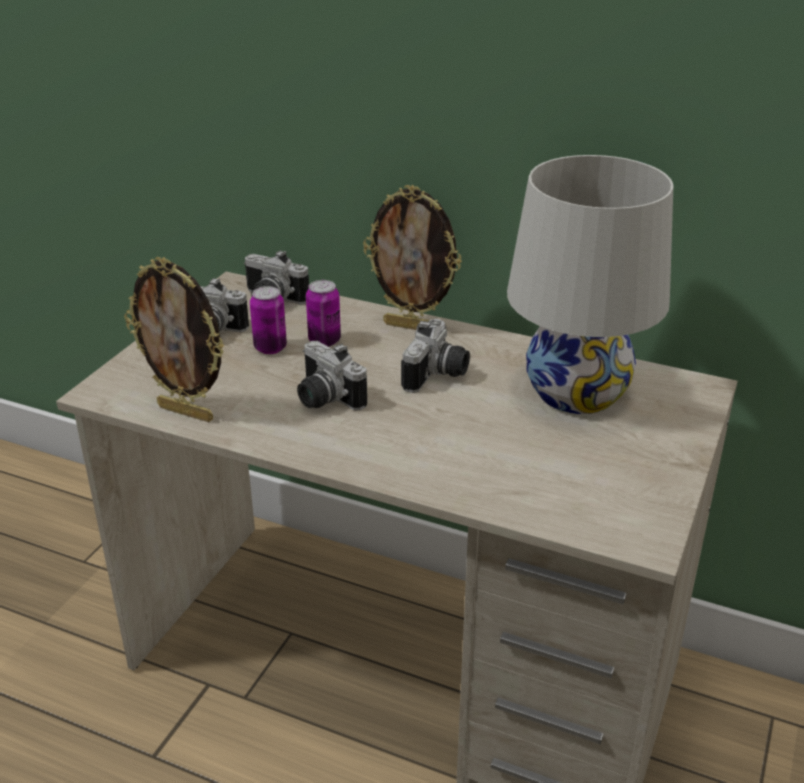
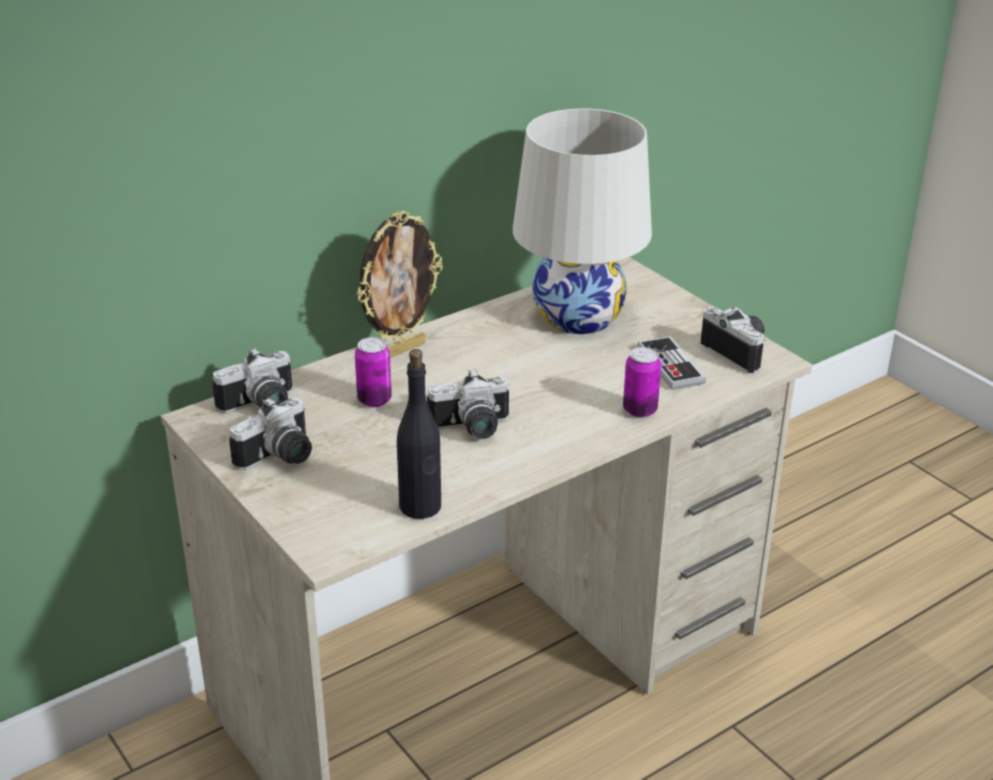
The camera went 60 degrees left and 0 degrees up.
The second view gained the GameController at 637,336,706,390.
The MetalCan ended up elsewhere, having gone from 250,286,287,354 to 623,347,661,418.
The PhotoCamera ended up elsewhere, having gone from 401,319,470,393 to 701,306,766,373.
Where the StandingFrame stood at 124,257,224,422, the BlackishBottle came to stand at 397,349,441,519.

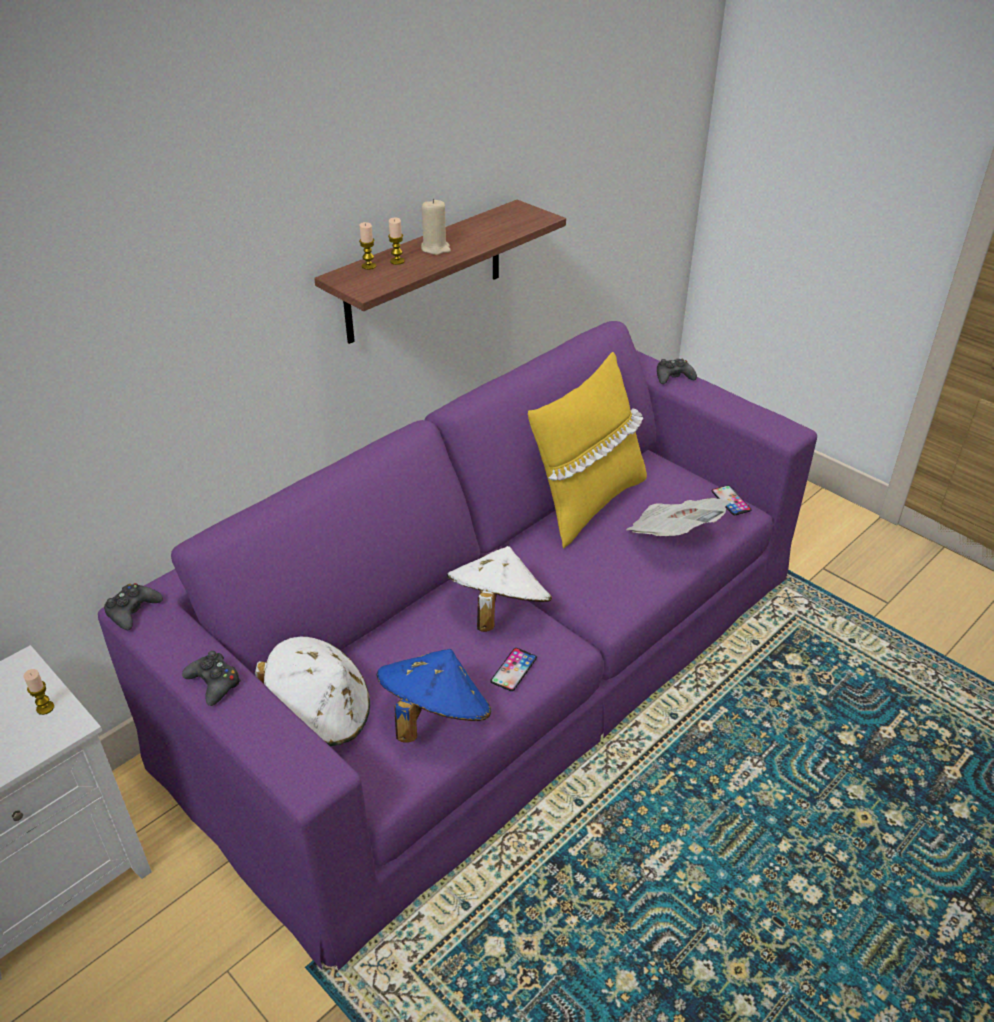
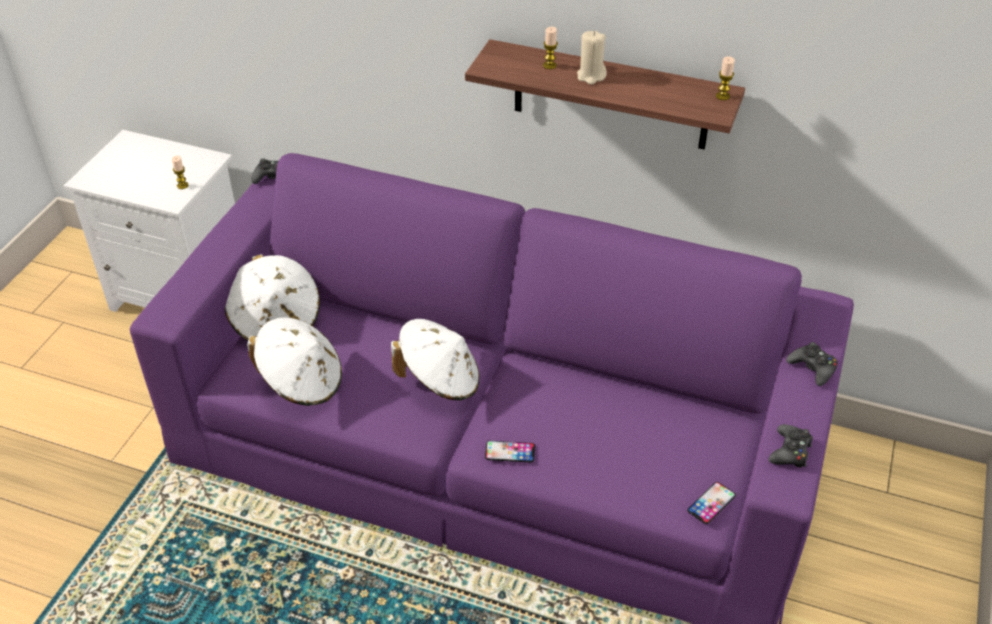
The camera went 65 degrees right and 5 degrees up.
The second view lost the YellowThrowPillow at 528,352,647,549.
The second view lost the PrintedPaper at 626,498,731,536.
The BlackishGameController ended up elsewhere, having gone from 182,651,241,706 to 768,424,813,467.
The WaxLight ended up elsewhere, having gone from 359,222,376,270 to 716,56,735,100.
The Telephone ended up elsewhere, having gone from 490,648,537,691 to 485,440,535,463.
What was the BlueClothingHat at 376,649,491,743 turned into the WhiteClothingHat at 247,317,342,406.

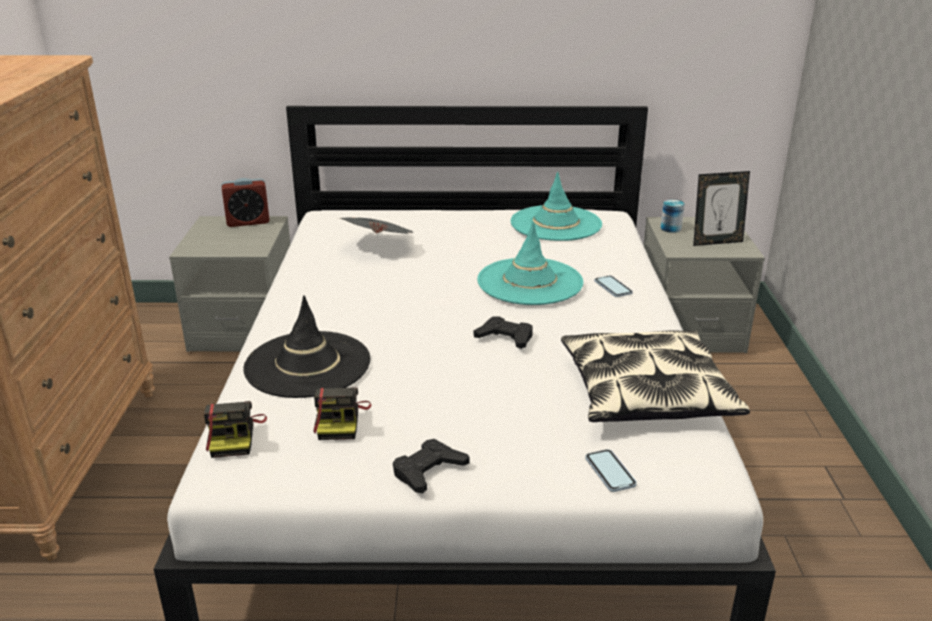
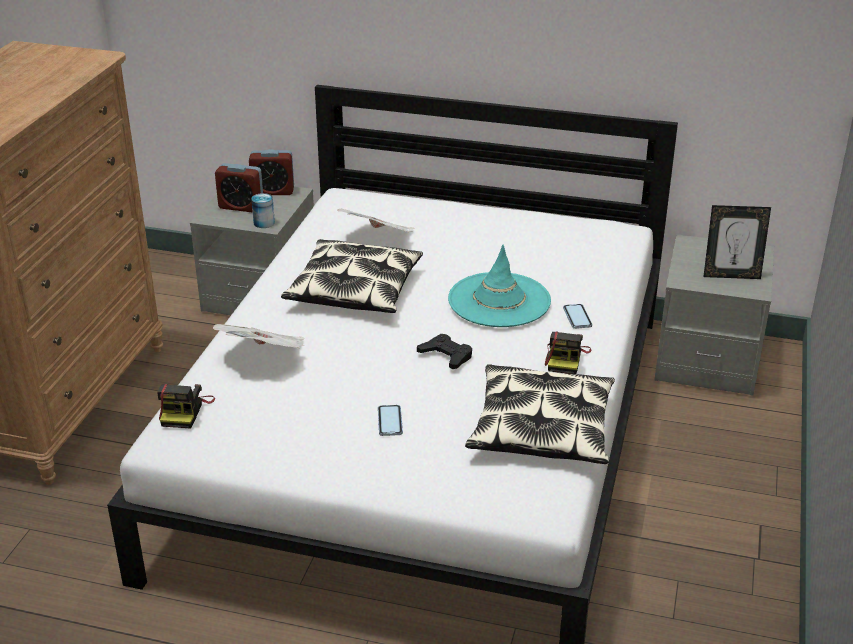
The camera went 15 degrees right and 5 degrees up.
The second view lost the BlackishGameController at 393,439,469,493.
The second view lost the TurquoiseColouredClothingHat at 511,172,602,241.
The second view gained the TableClock at 215,163,263,213.
The second view gained the ThrowPillow at 281,239,423,313.
The PhotoCamera ended up elsewhere, having gone from 313,387,371,440 to 545,331,591,374.
The Telephone ended up elsewhere, having gone from 585,449,637,492 to 378,405,403,436.
The MetalCan ended up elsewhere, having gone from 660,199,685,233 to 251,193,275,228.
Where the BlackishClothingHat stood at 243,296,370,398, the PrintedPaper came to stand at 213,324,304,348.

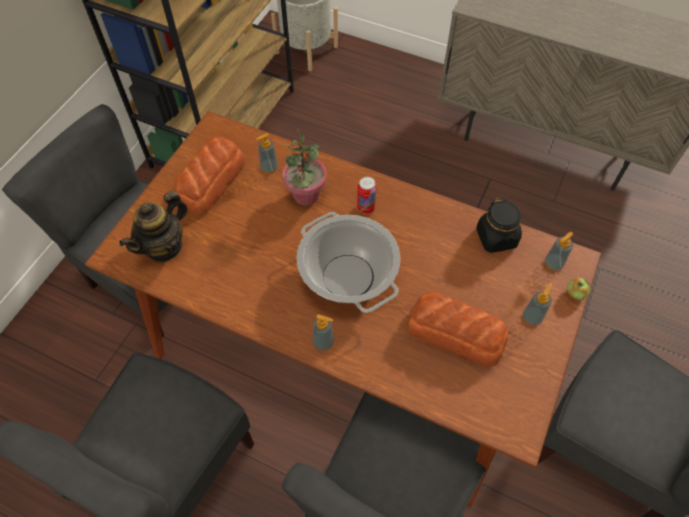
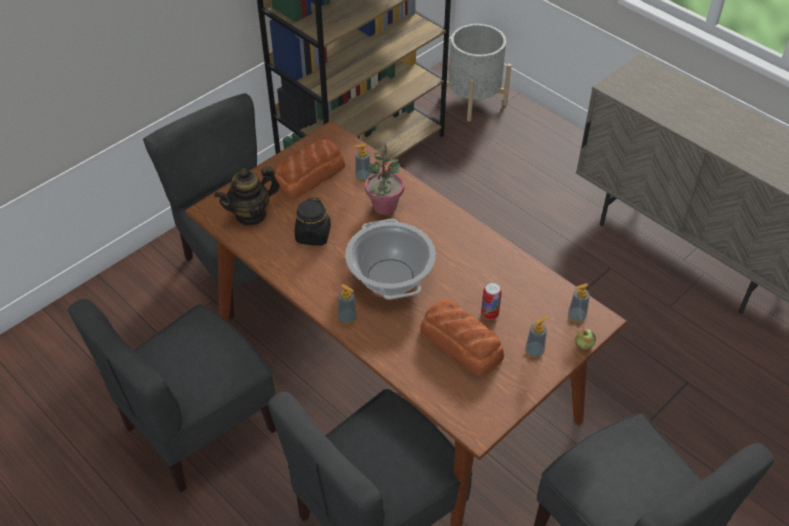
The camera went 20 degrees right and 10 degrees down.
The MetalCan ended up elsewhere, having gone from 357,176,377,214 to 481,282,502,320.
The BlackishPreserveJar ended up elsewhere, having gone from 476,198,522,253 to 295,197,331,246.

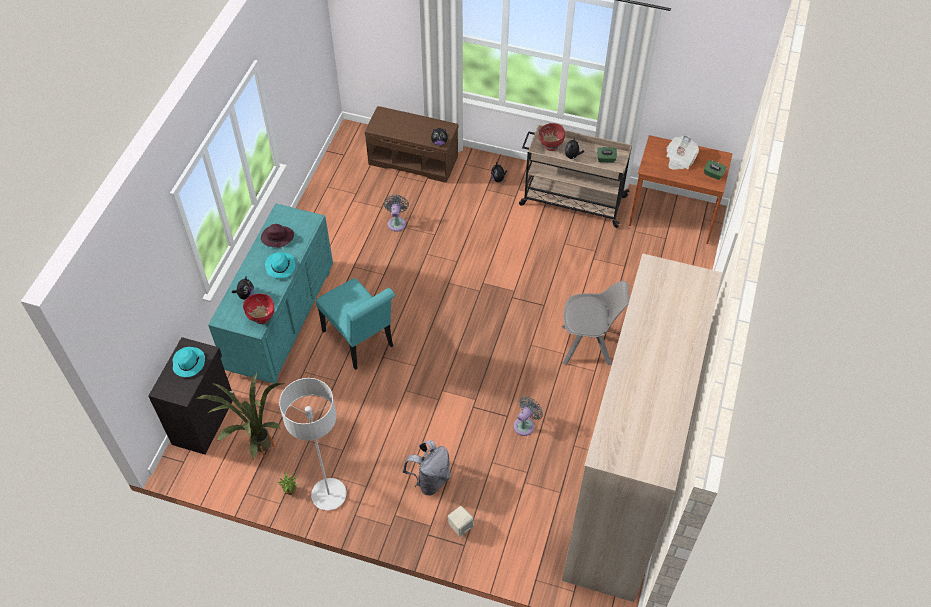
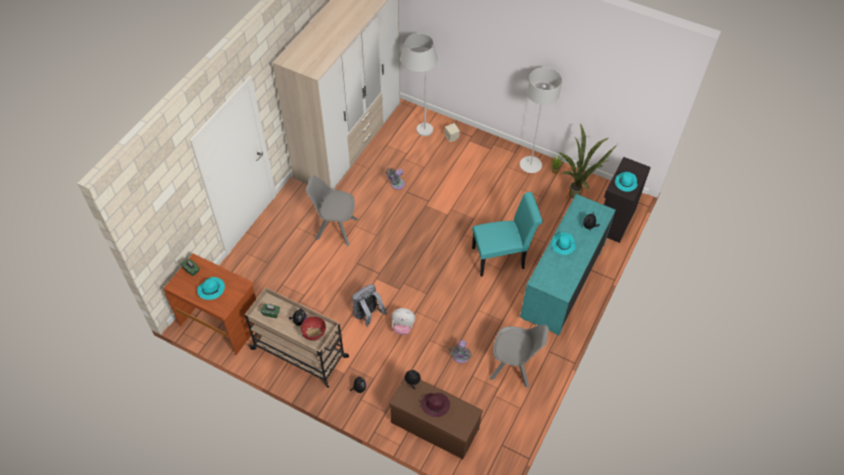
The camera went 170 degrees left and 0 degrees up.
The second view lost the RedColouredBowl at 243,294,274,324.
The second view gained the CuddlyToy at 391,308,415,335.
The second view gained the WhiteStandingLamp at 401,33,438,136.
The second view gained the GrayUprightChair at 489,325,549,388.
The PurpleClothingHat ended up elsewhere, having gone from 261,224,294,248 to 421,393,450,417.
The GrayBackpack ended up elsewhere, having gone from 403,440,450,496 to 352,284,387,327.
Where the PrintedPaper stood at 666,135,699,170, the TurquoiseColouredClothingHat came to stand at 197,277,225,300.
The TurquoiseColouredUprightChair at 316,278,395,370 ended up facing another way, 105 degrees clockwise from before.

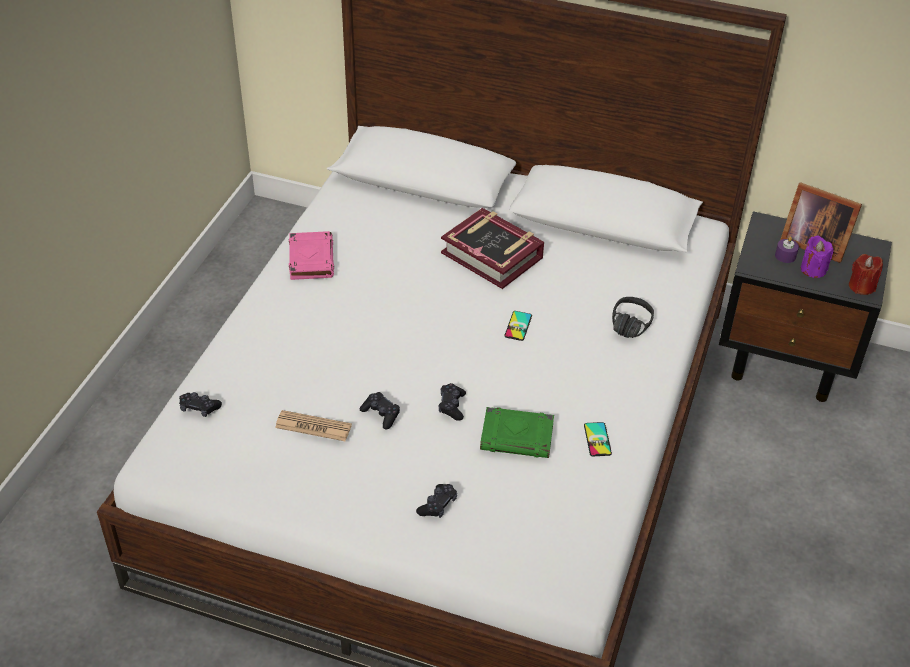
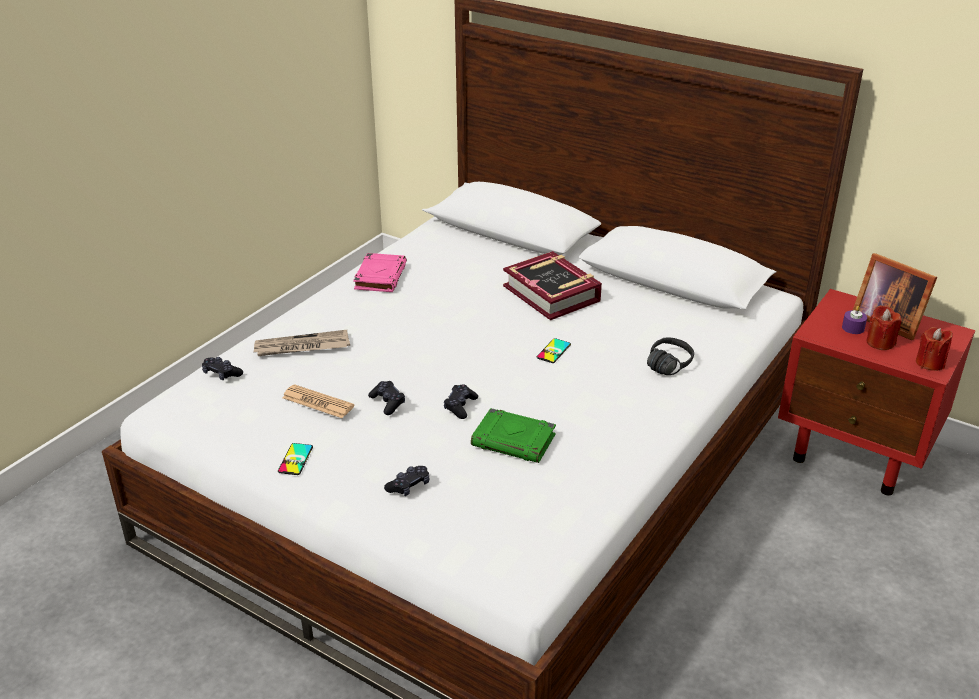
The camera went 15 degrees right and 10 degrees down.
The second view gained the PrintedPaper at 254,330,350,356.
The Telephone ended up elsewhere, having gone from 584,422,612,456 to 278,443,313,475.
What was the BlackishNightstand at 719,211,892,402 turned into the RedColouredNightstand at 778,289,975,495.
What was the PurpleWaxLight at 801,235,833,278 turned into the RedColouredWaxLight at 866,305,901,350.

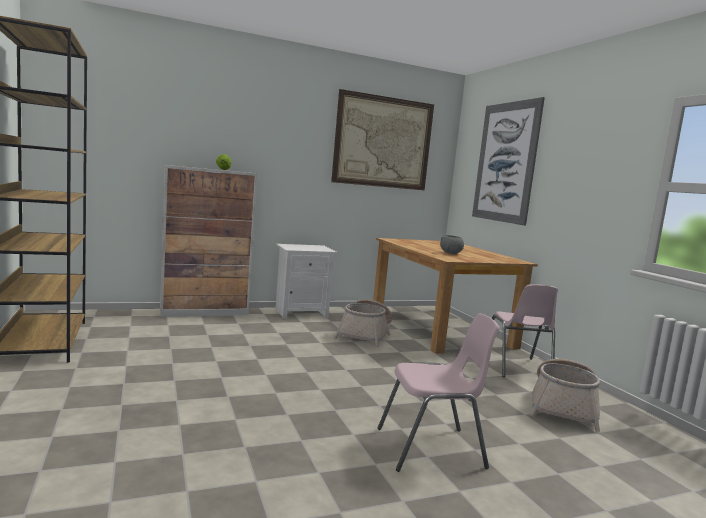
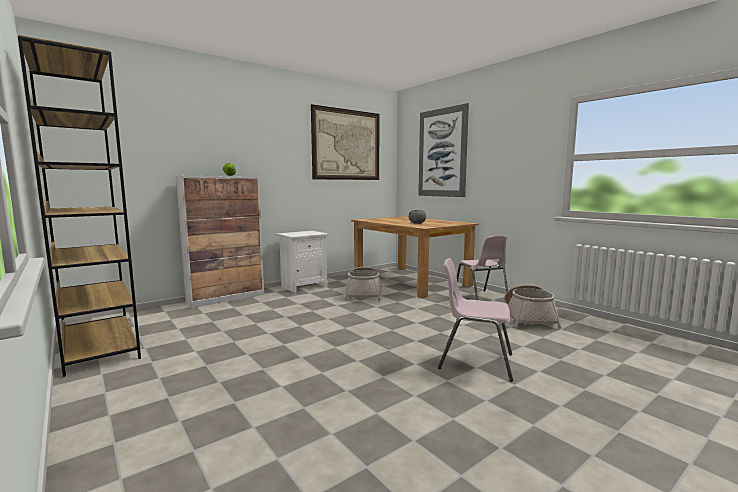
The camera went 15 degrees left and 0 degrees up.
The PinkishUprightChair at 378,314,500,472 ended up facing another way, 135 degrees counterclockwise from before.

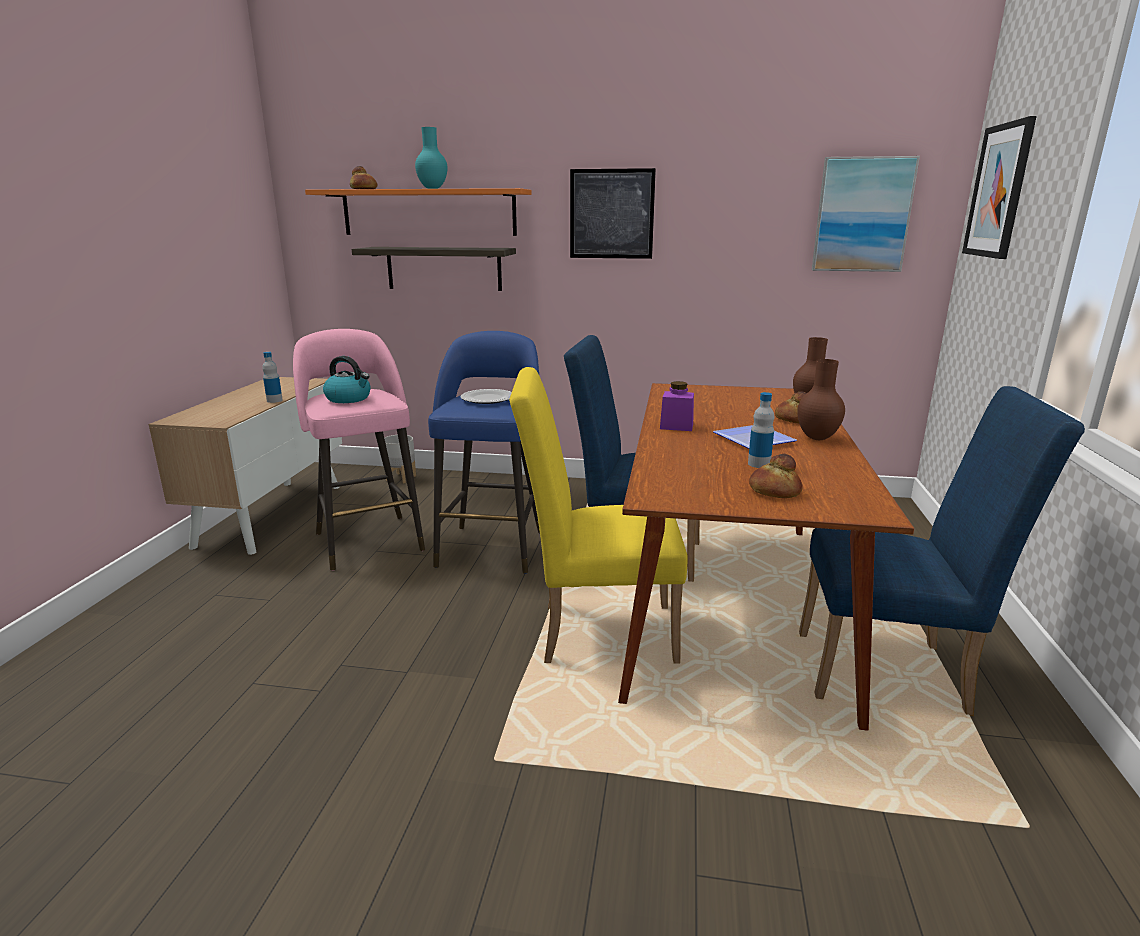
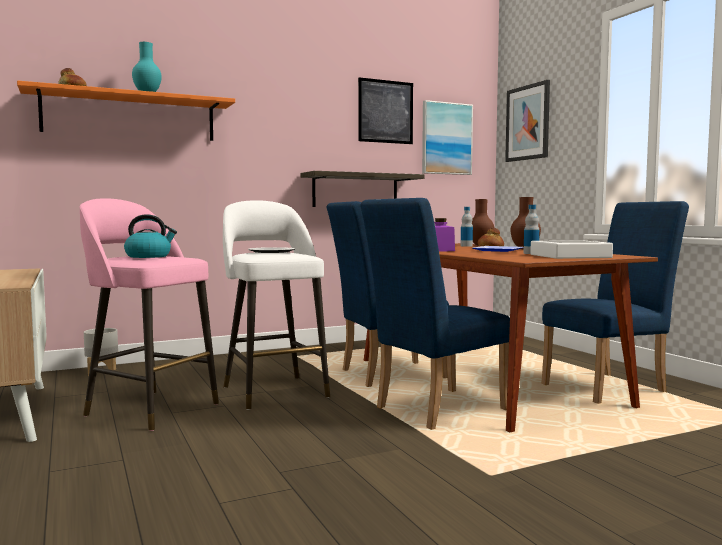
The camera went 35 degrees left and 15 degrees down.
The Bottle ended up elsewhere, having gone from 262,352,283,403 to 461,207,473,247.
The Shelf ended up elsewhere, having gone from 352,247,516,291 to 300,171,425,207.
The WallArt ended up elsewhere, having gone from 570,168,656,259 to 358,77,413,144.
Where the BakeryBread stood at 749,454,803,498, the WhiteTray came to stand at 530,240,613,259.
What was the BlueStool at 428,331,540,574 turned into the WhiteStool at 223,200,330,410.
What was the YellowUprightChair at 509,367,688,664 turned into the BlueUprightChair at 360,198,510,430.

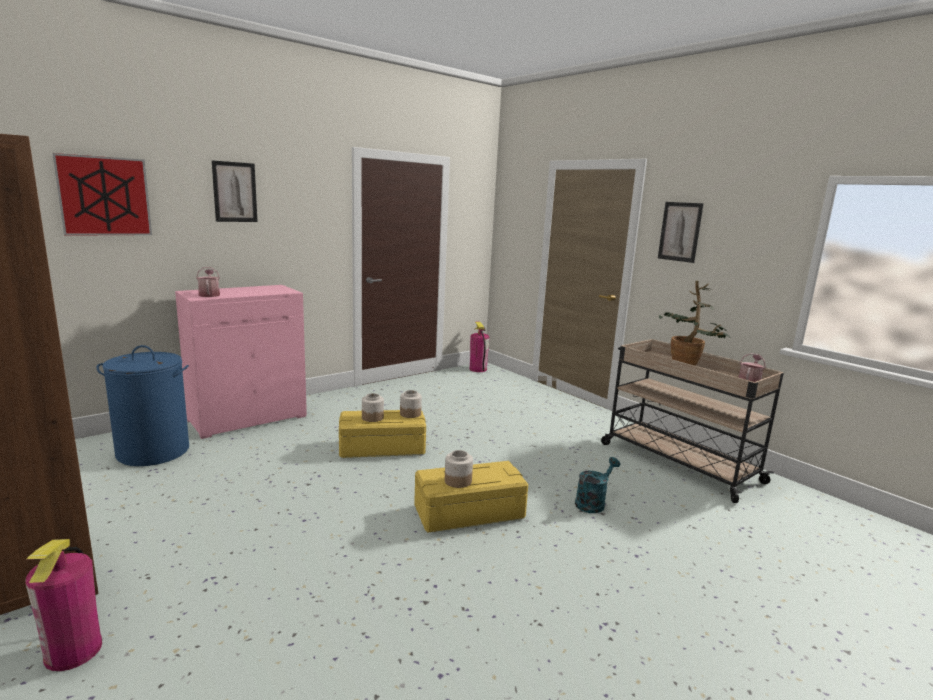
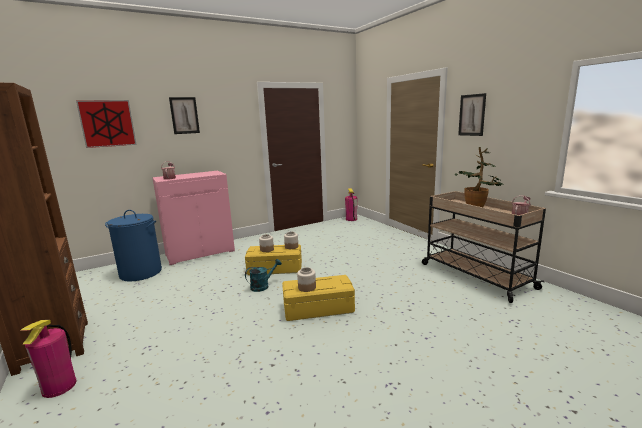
The camera went 10 degrees right and 0 degrees up.
The TurquoiseColouredWateringCan ended up elsewhere, having gone from 575,457,620,513 to 245,259,282,292.

